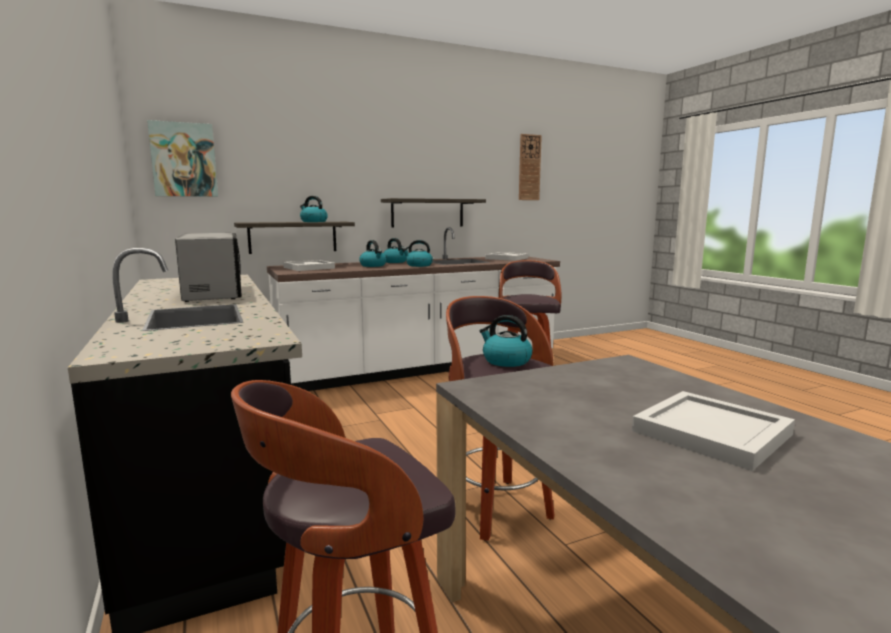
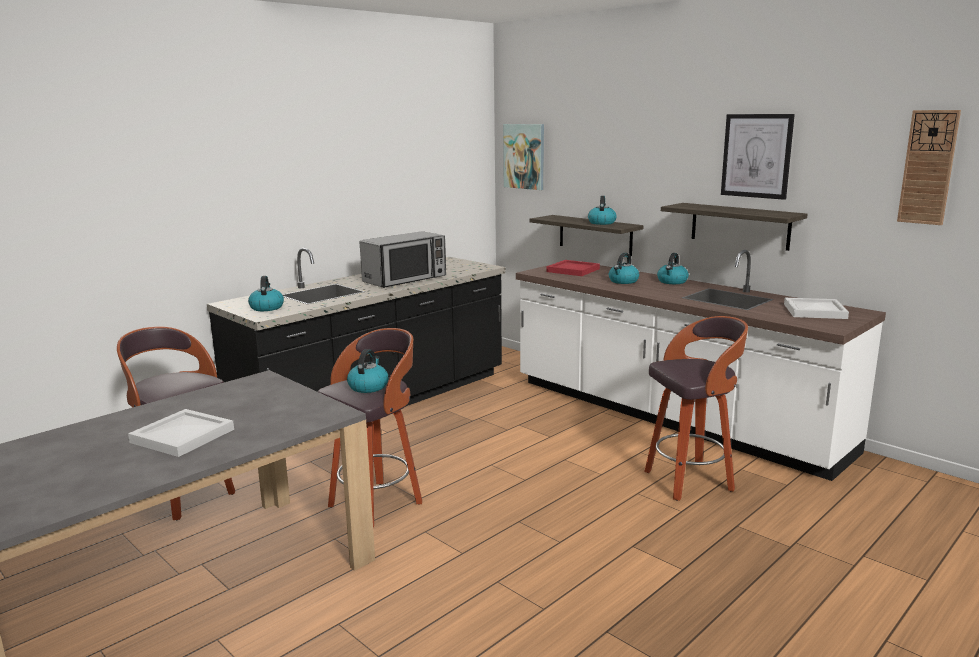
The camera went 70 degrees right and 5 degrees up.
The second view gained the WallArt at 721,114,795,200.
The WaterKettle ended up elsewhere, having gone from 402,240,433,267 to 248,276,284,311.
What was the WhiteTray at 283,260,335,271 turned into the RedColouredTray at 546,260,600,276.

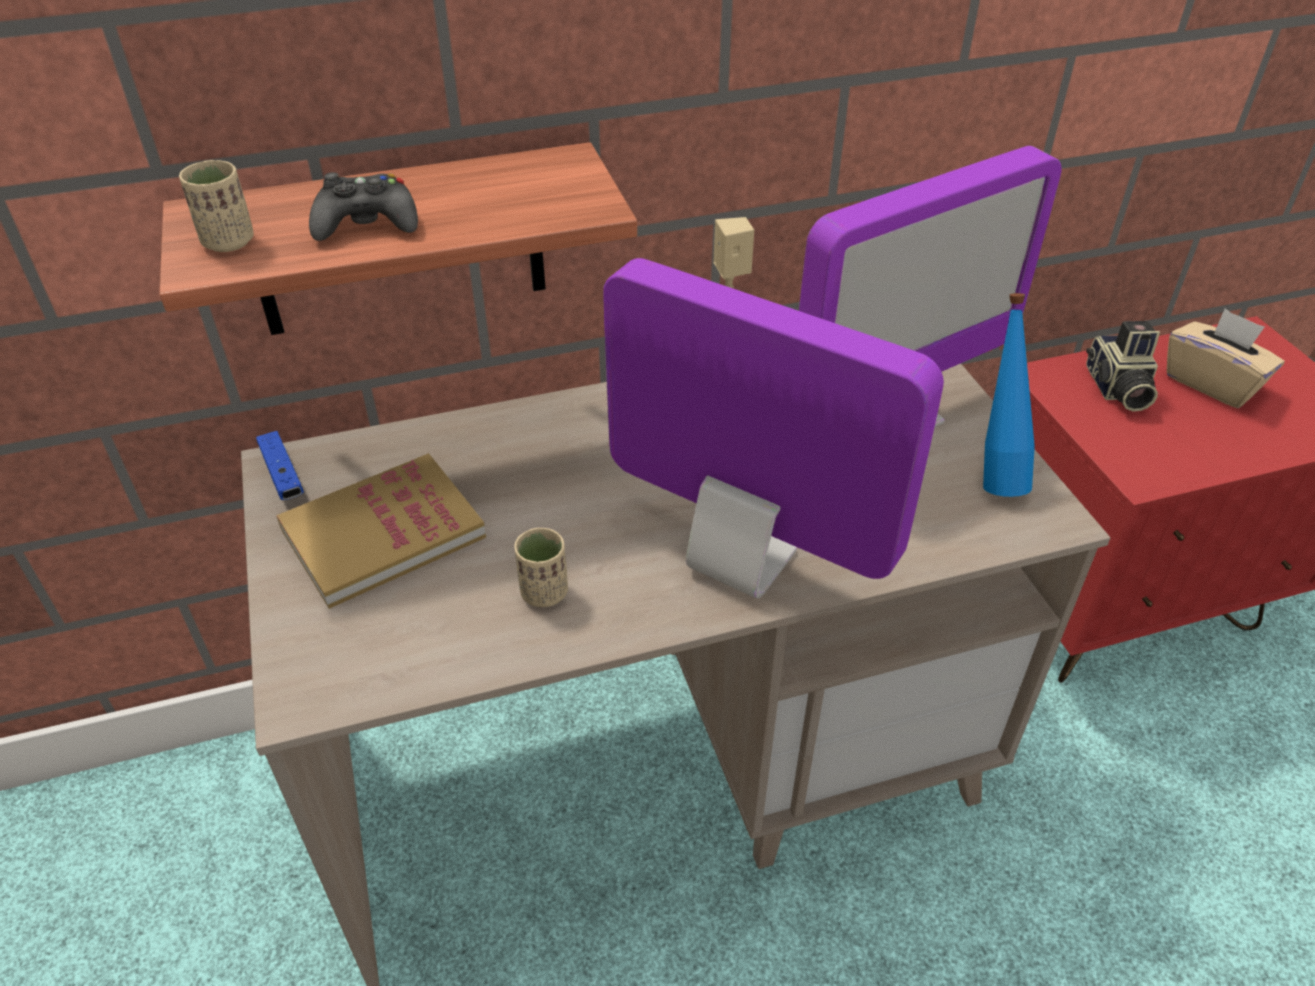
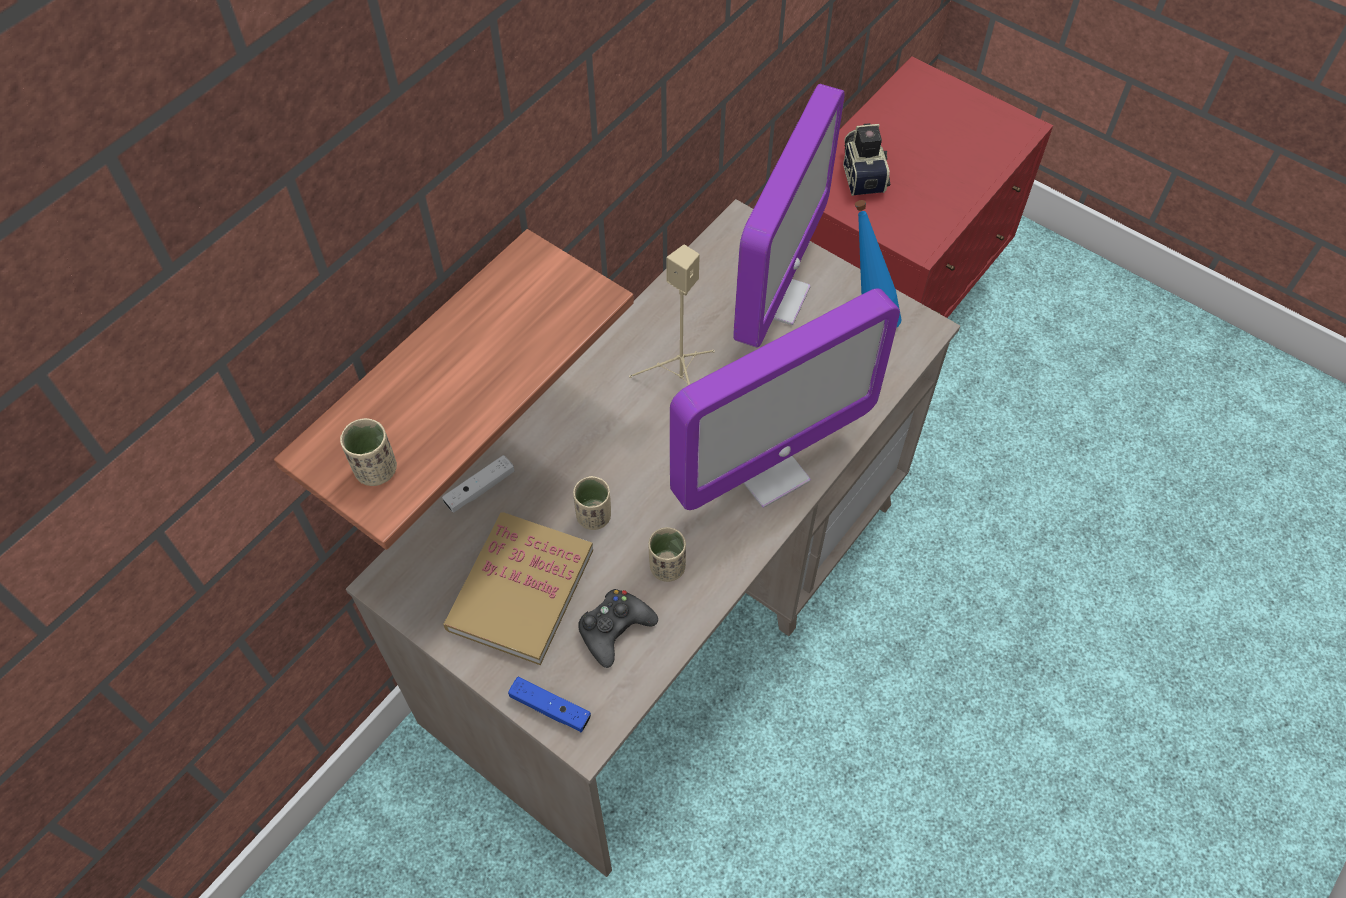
The camera went 35 degrees left and 15 degrees up.
The second view lost the BeigeTissueBox at 1167,309,1285,408.
The second view gained the WhiteGameController at 442,455,515,513.
The second view gained the BeigeCup at 573,476,611,530.
The BlueGameController ended up elsewhere, having gone from 256,431,304,500 to 508,677,591,732.
The BlackishGameController ended up elsewhere, having gone from 309,172,418,241 to 578,589,658,668.
The Monitor at 603,258,944,598 ended up facing another way, 150 degrees clockwise from before.
The PhotoCamera at 1086,321,1160,412 ended up facing another way, 150 degrees counterclockwise from before.

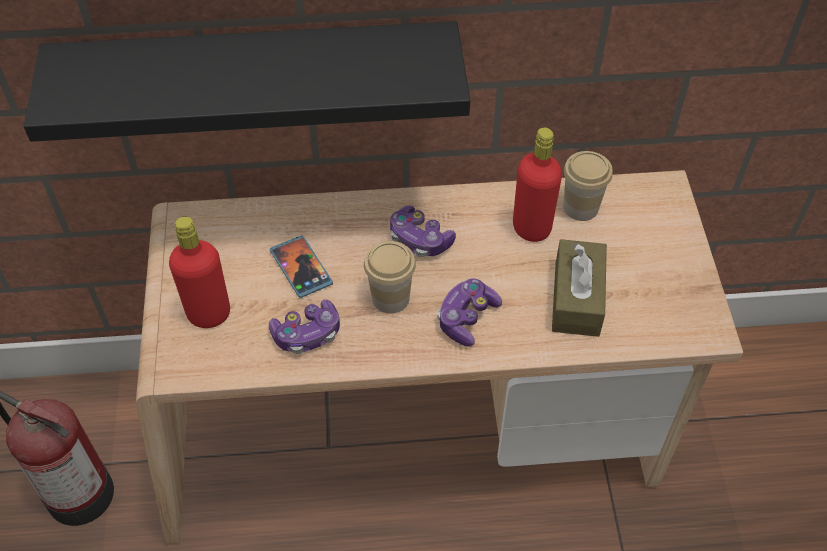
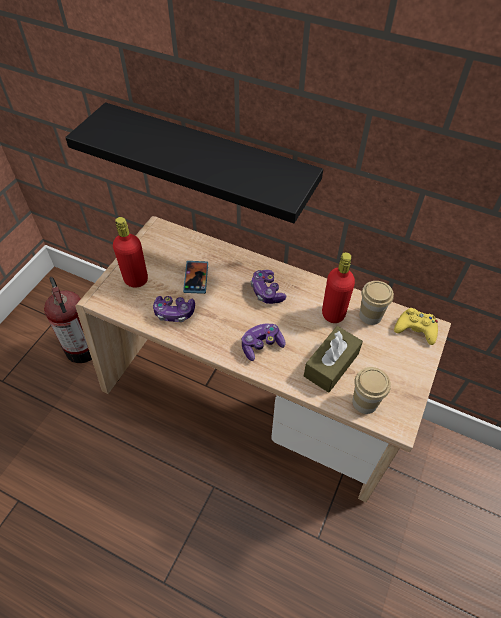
The camera went 30 degrees right and 0 degrees up.
The second view gained the YellowGameController at 394,308,438,345.
The Cup ended up elsewhere, having gone from 364,241,416,314 to 352,367,391,414.

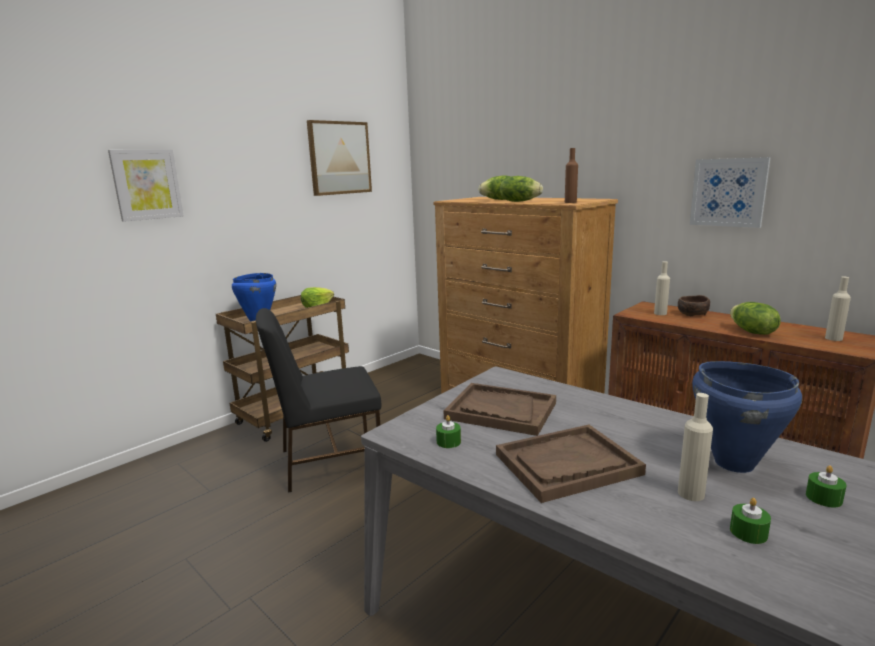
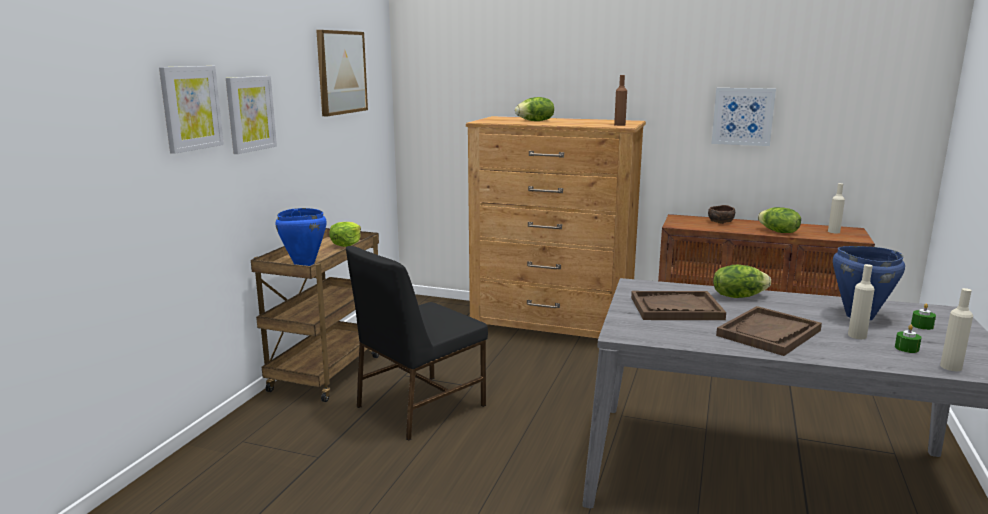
The camera went 25 degrees left and 0 degrees up.
The second view lost the GreenWaxLight at 436,415,461,448.
The second view gained the WallArt at 226,76,277,154.
The LettuceHead ended up elsewhere, having gone from 500,176,543,202 to 713,264,771,298.
The BeigeBottle ended up elsewhere, having gone from 654,261,670,315 to 940,288,973,371.

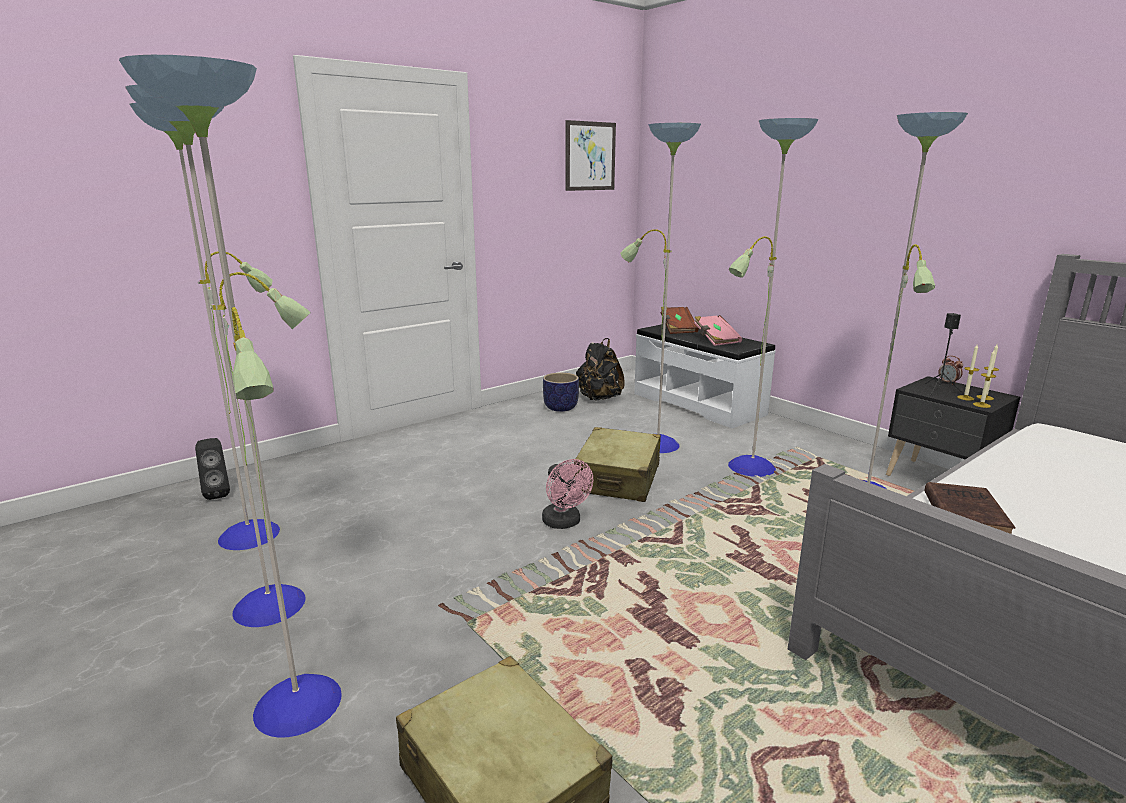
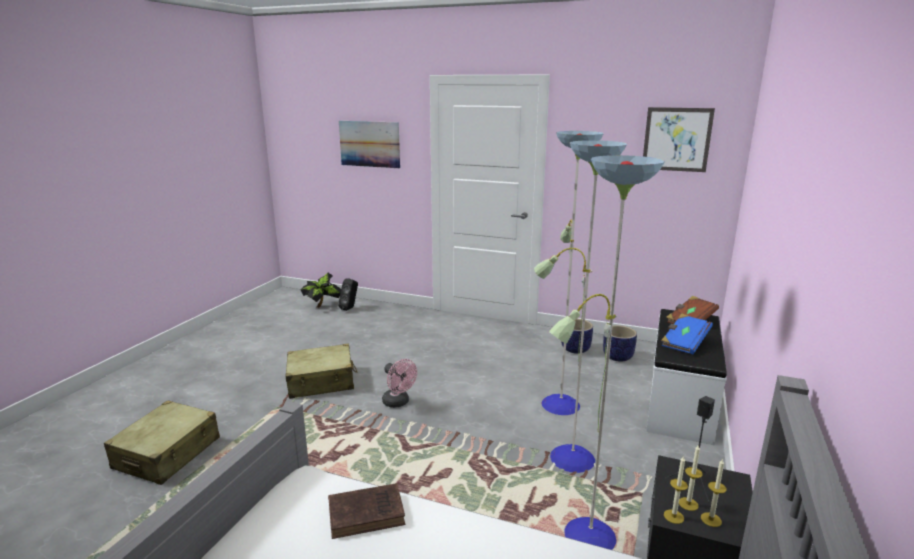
The camera went 60 degrees right and 0 degrees up.
The second view lost the StandingLamp at 119,55,342,738.
The second view lost the TableClock at 938,356,963,385.
The second view gained the PottedPlant at 301,273,341,308.
The second view gained the WallArt at 339,121,400,168.
The BeigeTravelCase ended up elsewhere, having gone from 574,427,661,502 to 286,344,357,399.
Where the BlackishBackpack stood at 576,338,625,401, the PlantPot came to stand at 603,325,637,362.
What was the PinkishBook at 694,315,742,346 turned into the BlueBook at 661,313,713,354.
The PinkishCoolingFan at 542,459,593,529 ended up facing another way, 75 degrees counterclockwise from before.

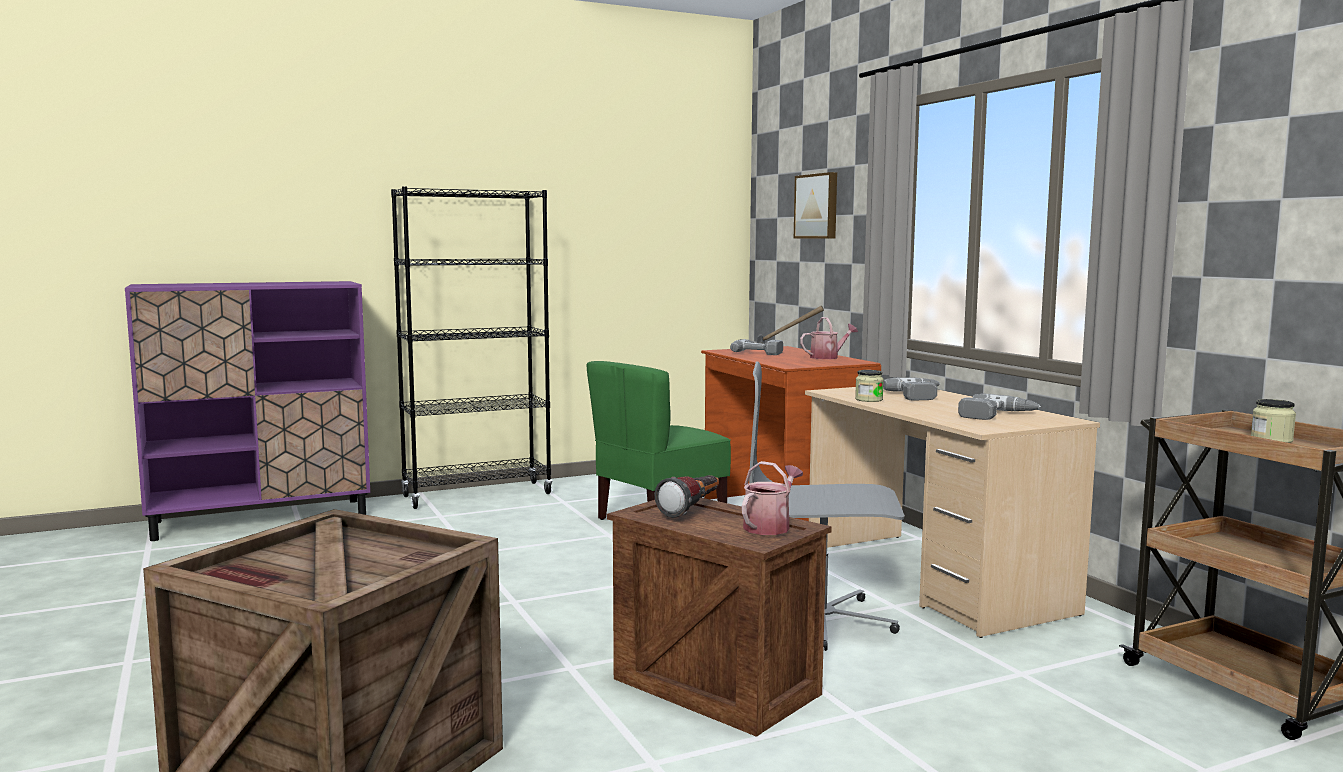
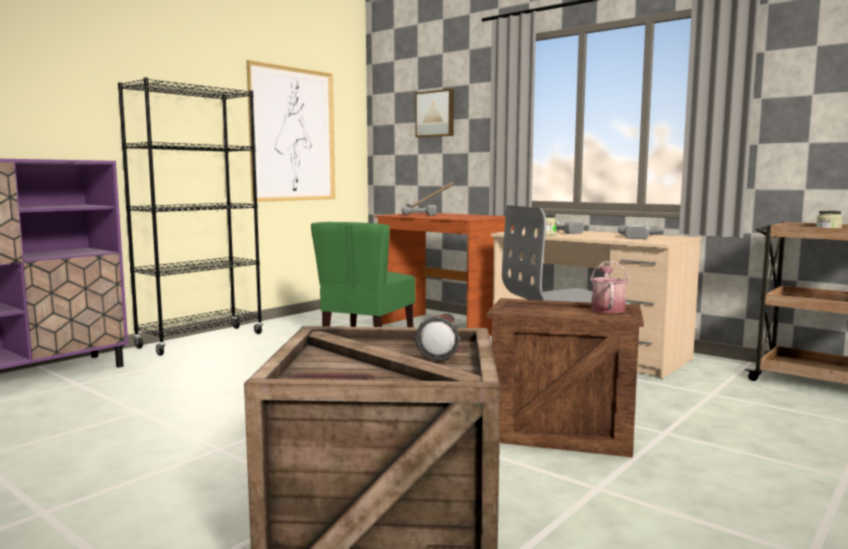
The camera went 25 degrees left and 0 degrees up.
The second view lost the WateringCan at 800,317,858,359.
The second view gained the WallArt at 246,60,335,202.
The Torch ended up elsewhere, having gone from 654,475,719,518 to 415,314,461,361.

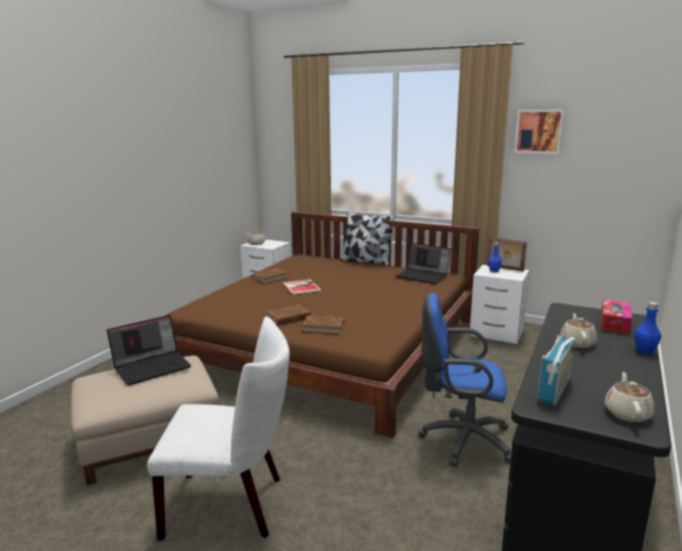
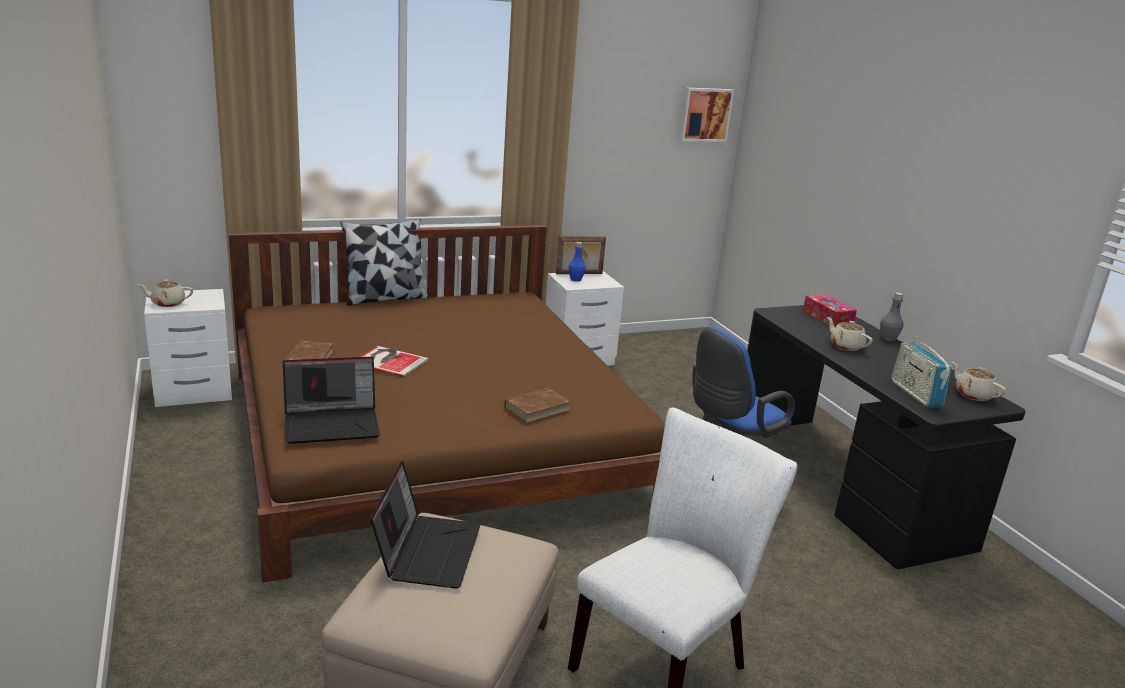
The camera went 50 degrees left and 5 degrees up.
The second view lost the BrownColouredBook at 267,305,313,326.
The NotebookComputer ended up elsewhere, having gone from 396,243,451,284 to 283,357,380,444.
The WallArt ended up elsewhere, having gone from 515,110,564,154 to 679,88,734,142.
What was the BlueBottle at 634,302,661,354 turned into the GrayBottle at 880,293,904,342.

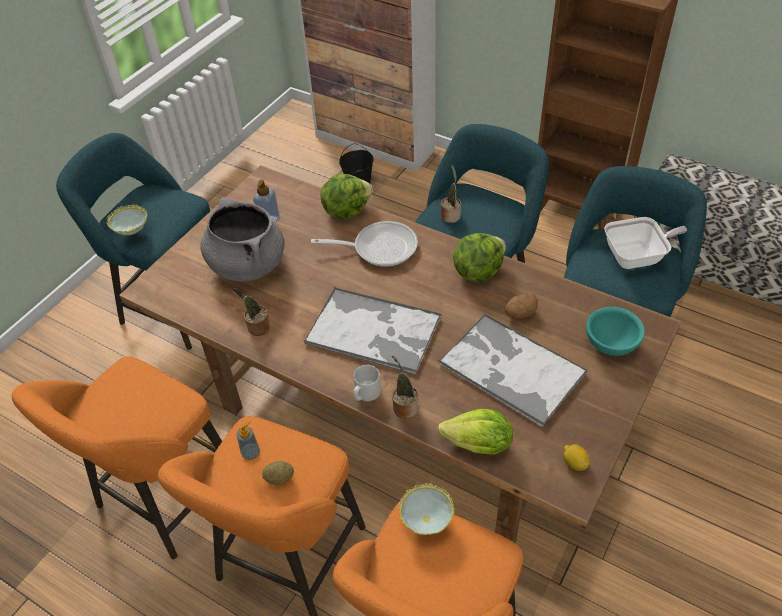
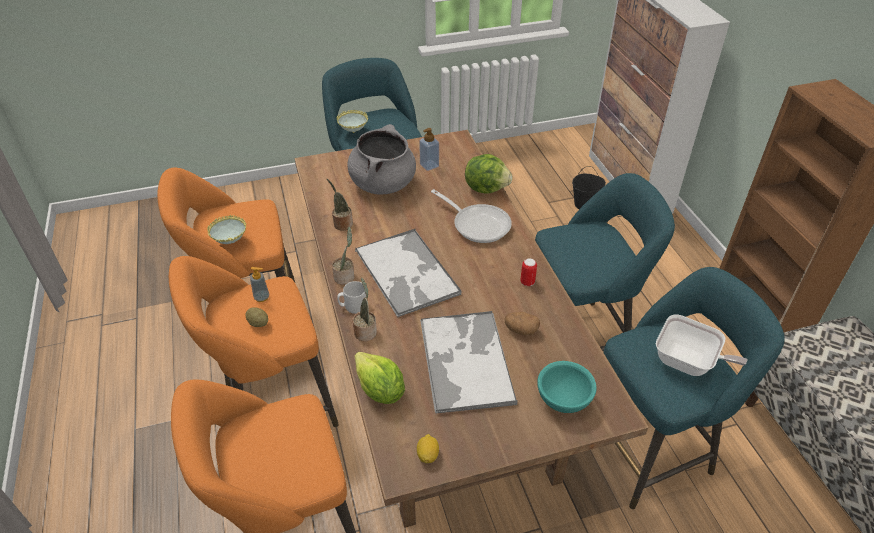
The camera went 40 degrees right and 5 degrees down.
The Bowl ended up elsewhere, having gone from 399,483,455,535 to 207,215,246,244.
The PottedPlant ended up elsewhere, having gone from 441,165,461,223 to 332,227,354,285.
Where the LettuceHead stood at 453,233,506,282, the MetalCan came to stand at 520,258,537,286.

